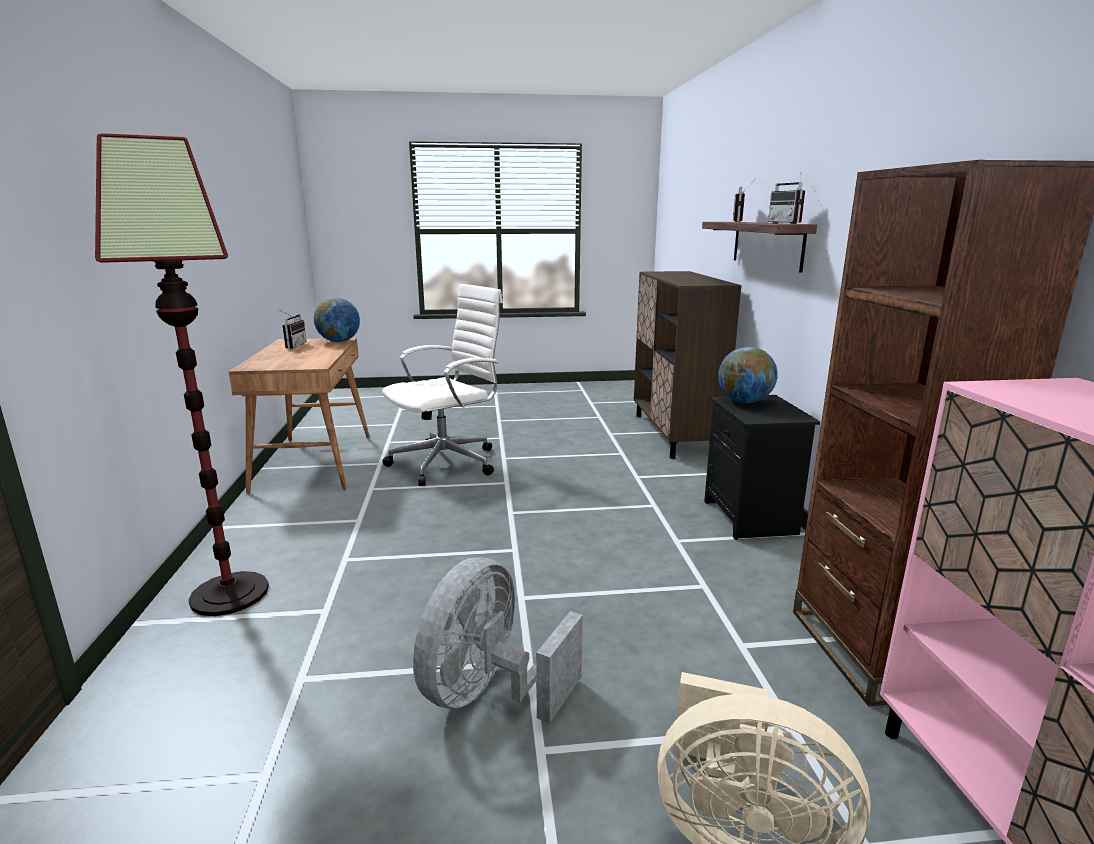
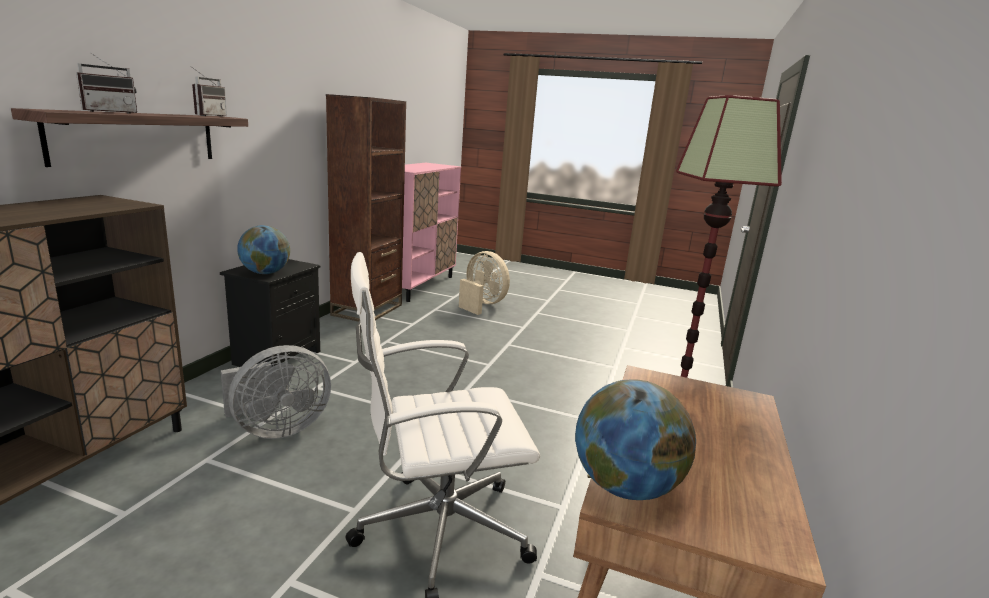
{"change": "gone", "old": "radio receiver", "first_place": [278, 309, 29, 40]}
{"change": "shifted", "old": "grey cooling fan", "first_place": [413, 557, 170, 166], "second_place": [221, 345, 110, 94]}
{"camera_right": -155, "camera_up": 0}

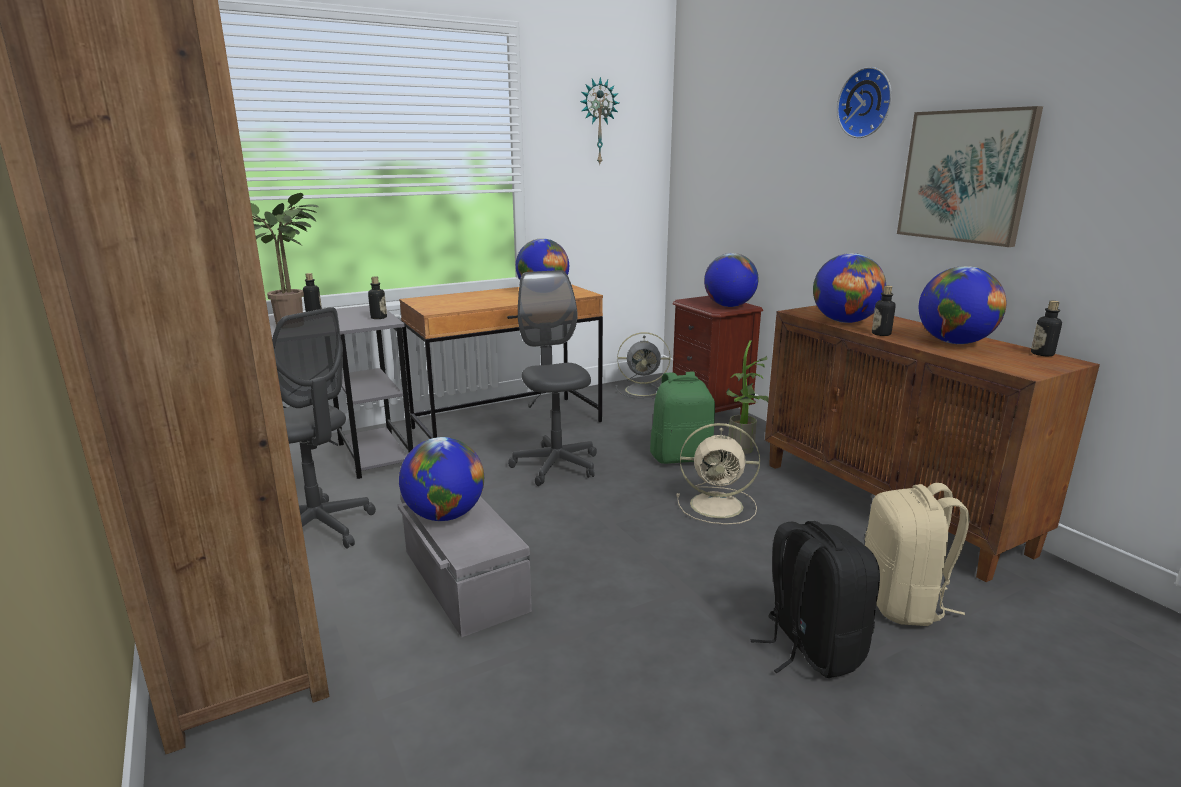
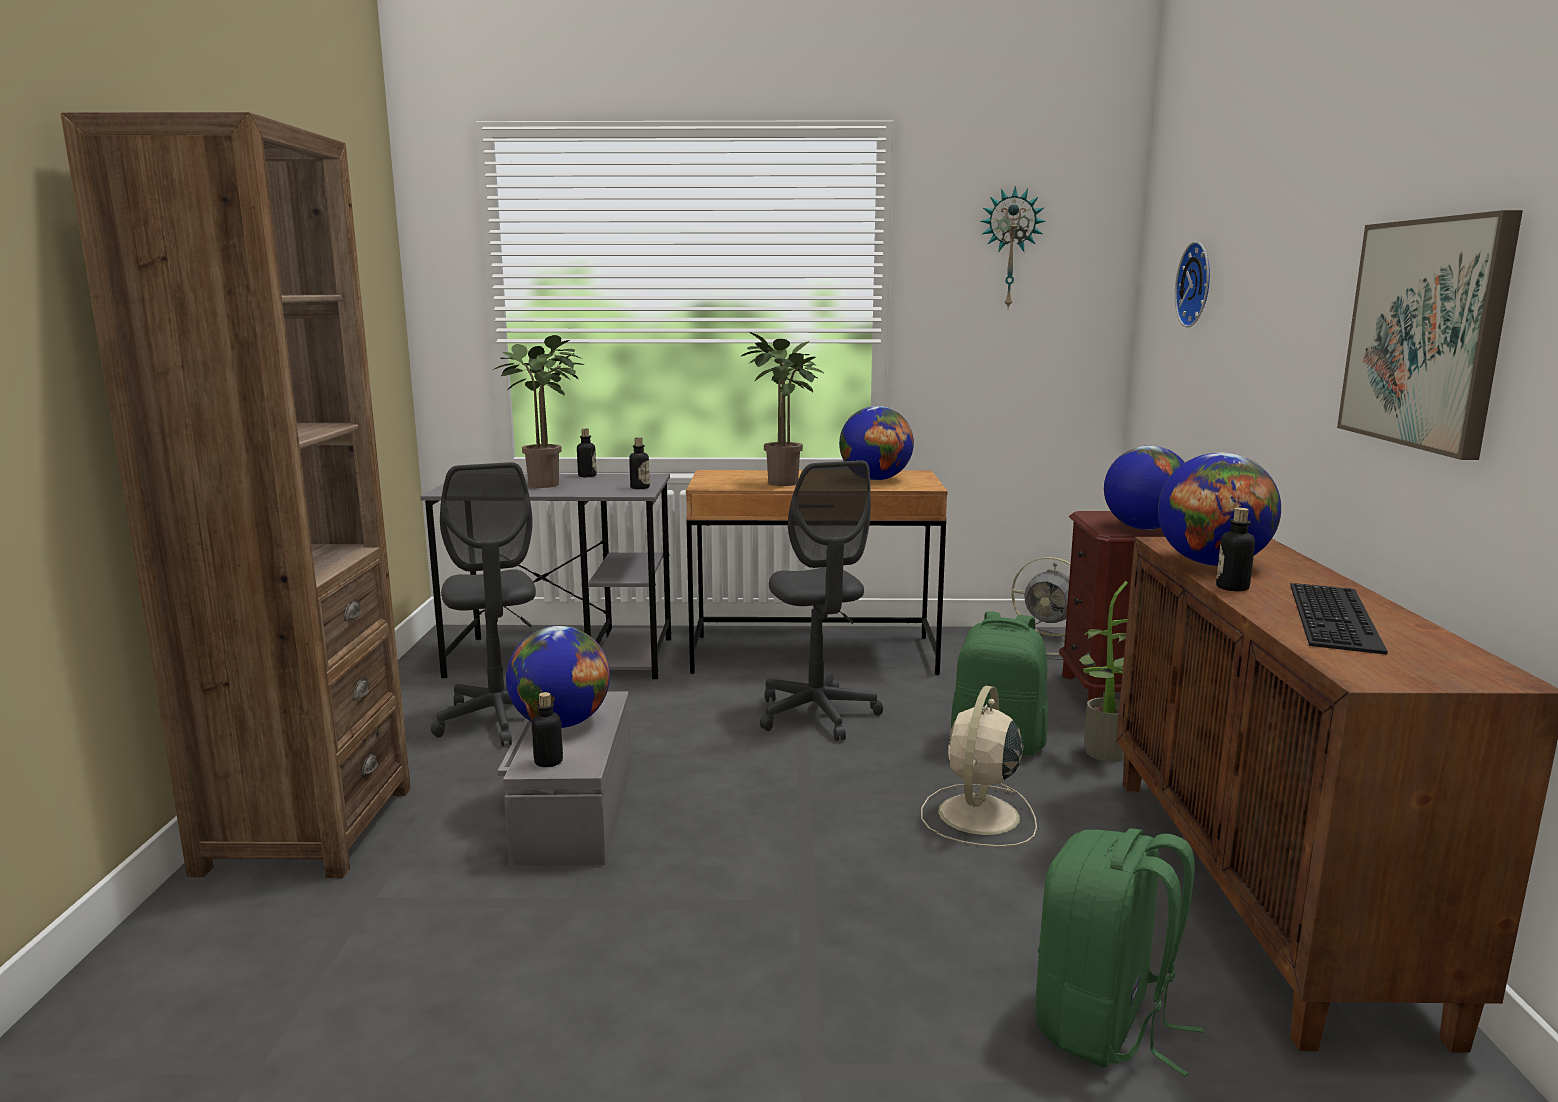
{"change": "rotated", "old": "grey computer chair", "first_place": [508, 270, 89, 216], "second_place": [760, 460, 123, 281], "degrees": 150}
{"change": "rotated", "old": "sand-coloured cooling fan", "first_place": [676, 423, 84, 102], "second_place": [921, 686, 116, 161], "degrees": 75}
{"change": "gone", "old": "black rucksack", "first_place": [750, 521, 130, 157]}
{"change": "shifted", "old": "wall clock", "first_place": [837, 67, 55, 71], "second_place": [1175, 241, 35, 86]}
{"change": "repainted", "old": "sand-coloured rucksack", "new": "green-coloured rucksack", "first_place": [865, 483, 105, 143], "second_place": [1035, 828, 168, 249]}
{"change": "swapped", "old": "world globe", "new": "PC keyboard", "first_place": [919, 266, 88, 78], "second_place": [1290, 583, 98, 72]}
{"change": "shifted", "old": "drink bottle", "first_place": [1031, 301, 31, 55], "second_place": [532, 692, 31, 75]}
{"change": "new", "new": "potted plant", "second_place": [740, 332, 85, 154]}
{"camera_right": 30, "camera_up": -5}

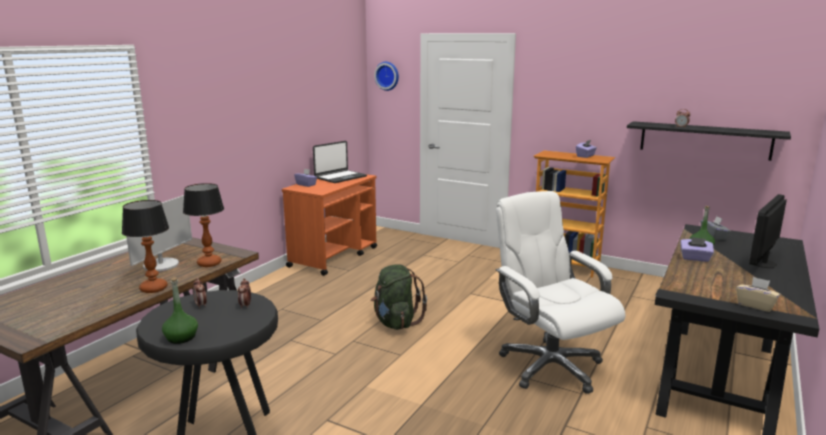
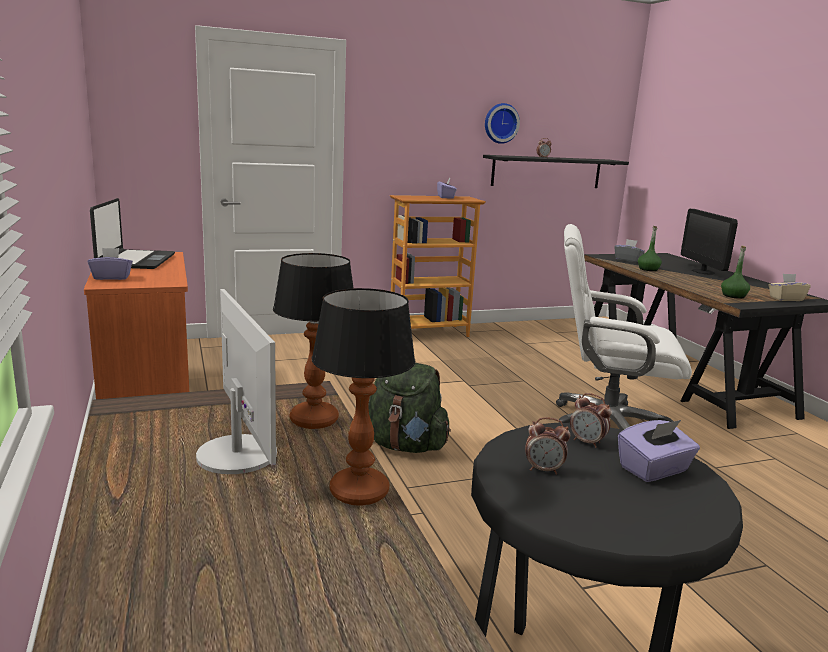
{"change": "shifted", "old": "green-coloured drink bottle", "first_place": [162, 277, 36, 67], "second_place": [721, 246, 29, 53]}
{"change": "shifted", "old": "wall clock", "first_place": [374, 62, 25, 29], "second_place": [485, 103, 35, 41]}
{"change": "shifted", "old": "purple-coloured box of tissues", "first_place": [680, 237, 34, 25], "second_place": [618, 420, 82, 62]}
{"camera_right": -50, "camera_up": 0}

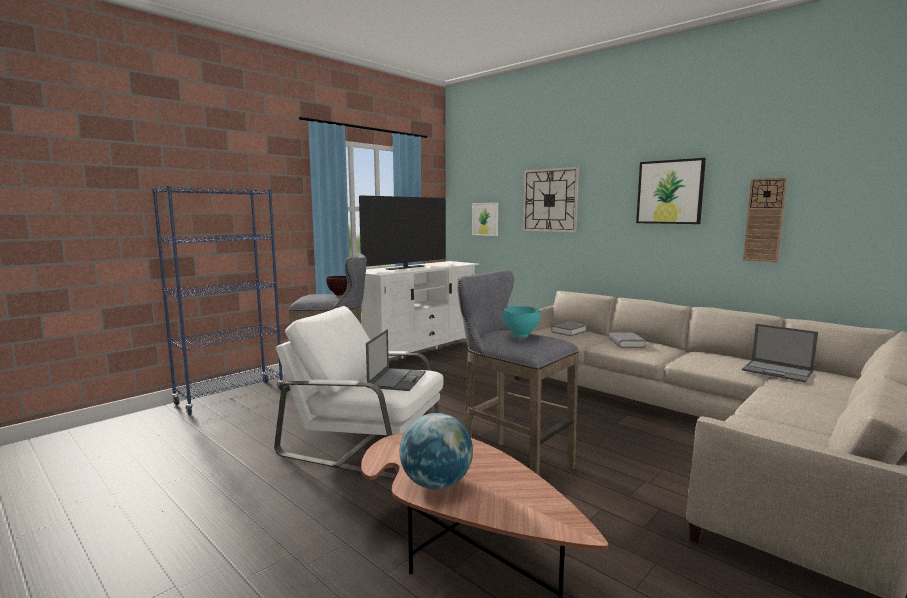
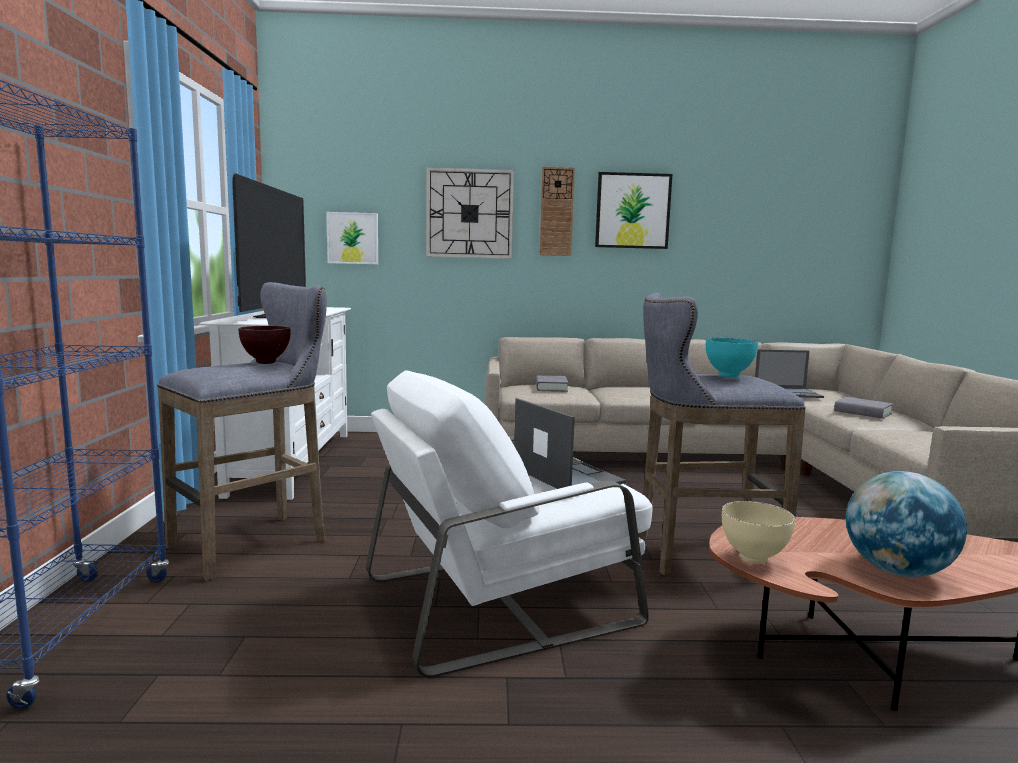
{"change": "shifted", "old": "grey volume", "first_place": [609, 332, 37, 16], "second_place": [834, 397, 59, 22]}
{"change": "shifted", "old": "wall clock", "first_place": [743, 177, 44, 85], "second_place": [539, 167, 36, 89]}
{"change": "new", "new": "sand-coloured serving bowl", "second_place": [722, 501, 73, 63]}
{"camera_right": -45, "camera_up": 0}

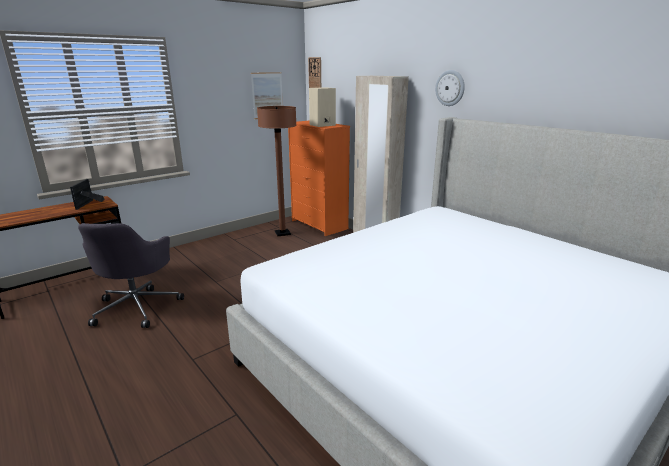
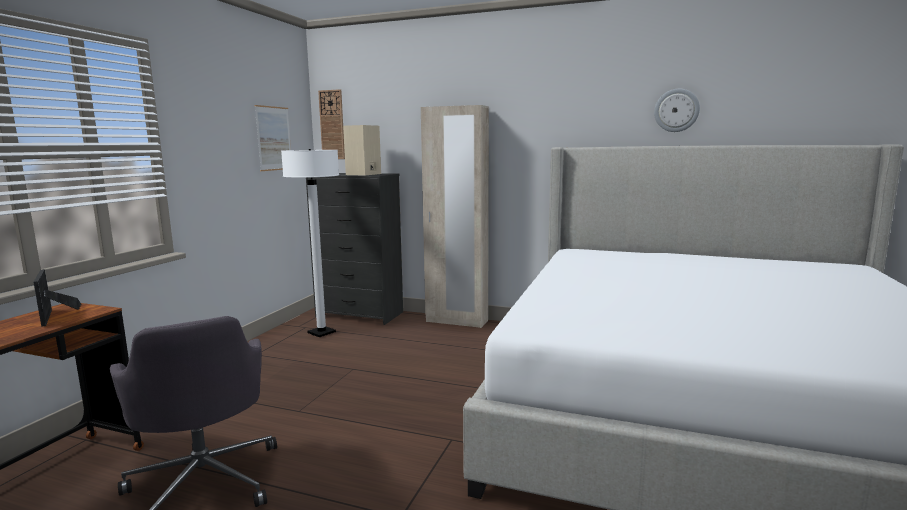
{"change": "repainted", "old": "brown-coloured standard lamp", "new": "white-coloured standard lamp", "first_place": [257, 106, 40, 130], "second_place": [281, 149, 58, 188]}
{"change": "repainted", "old": "orangey drawer chest", "new": "black drawer chest", "first_place": [288, 120, 62, 116], "second_place": [306, 173, 97, 152]}
{"change": "shifted", "old": "wall clock", "first_place": [435, 70, 30, 36], "second_place": [654, 89, 46, 43]}
{"camera_right": -30, "camera_up": -10}

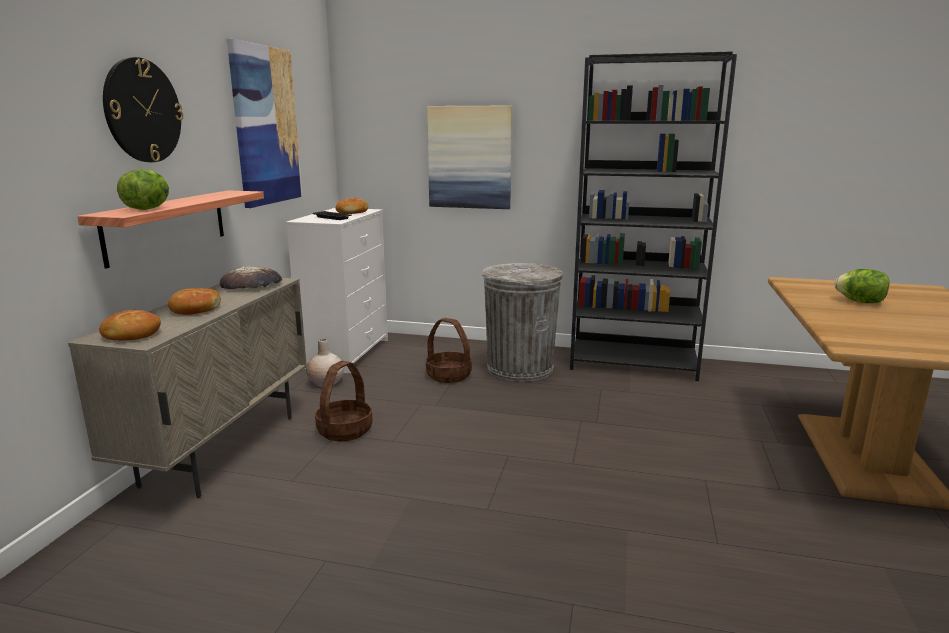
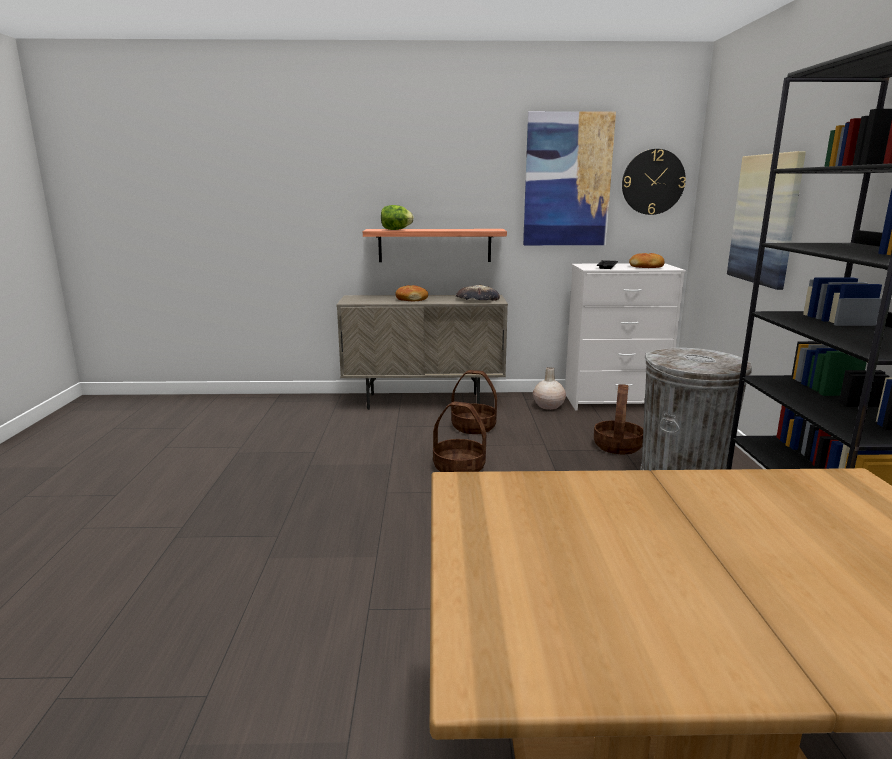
{"change": "gone", "old": "bread", "first_place": [99, 310, 62, 31]}
{"change": "shifted", "old": "wall clock", "first_place": [103, 57, 80, 105], "second_place": [622, 149, 64, 66]}
{"change": "gone", "old": "lettuce", "first_place": [835, 269, 54, 34]}
{"change": "new", "new": "storage basket", "second_place": [433, 401, 53, 71]}
{"camera_right": 75, "camera_up": 0}

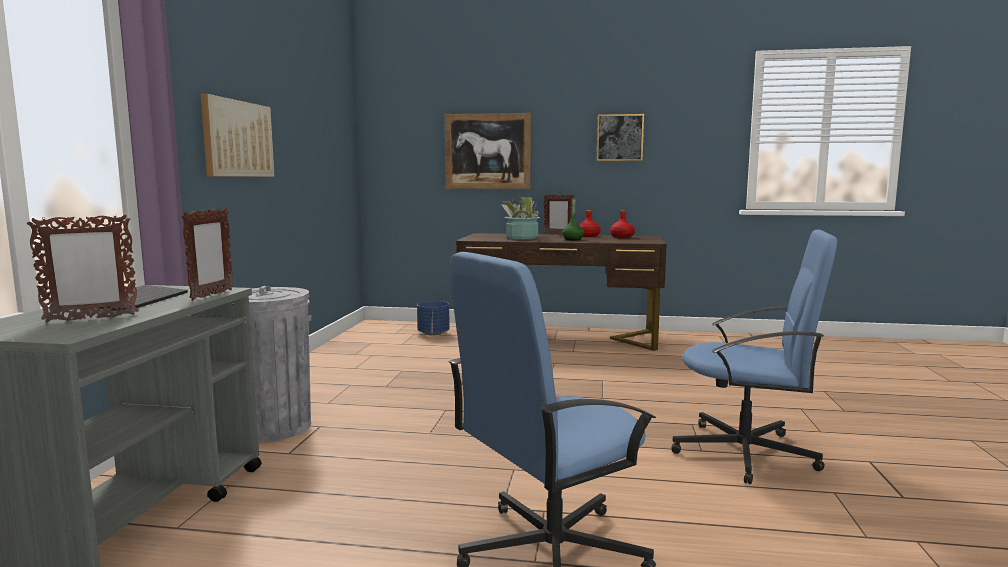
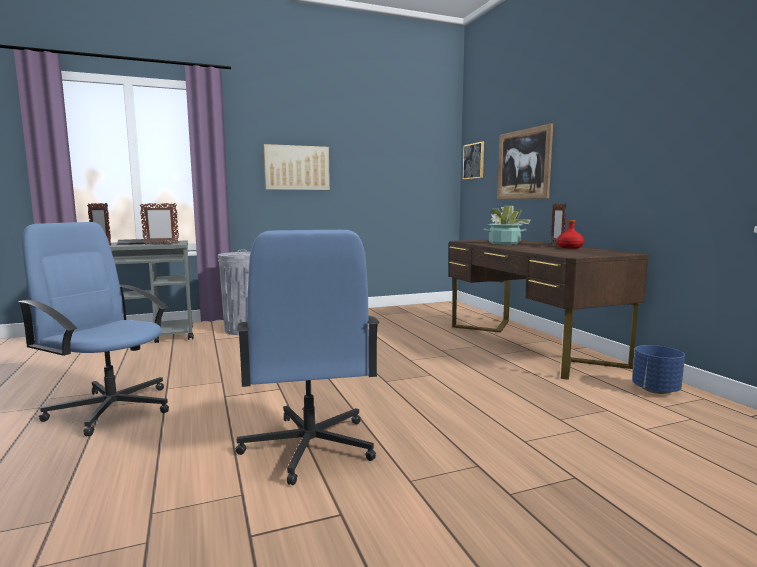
{"change": "shifted", "old": "blue-coloured planter", "first_place": [417, 301, 33, 35], "second_place": [632, 345, 53, 49]}
{"change": "gone", "old": "green-coloured drink bottle", "first_place": [562, 198, 22, 42]}
{"change": "shifted", "old": "wall art", "first_place": [597, 114, 47, 47], "second_place": [463, 142, 21, 38]}
{"change": "gone", "old": "red-coloured drink bottle", "first_place": [610, 211, 25, 27]}
{"camera_right": 60, "camera_up": 0}

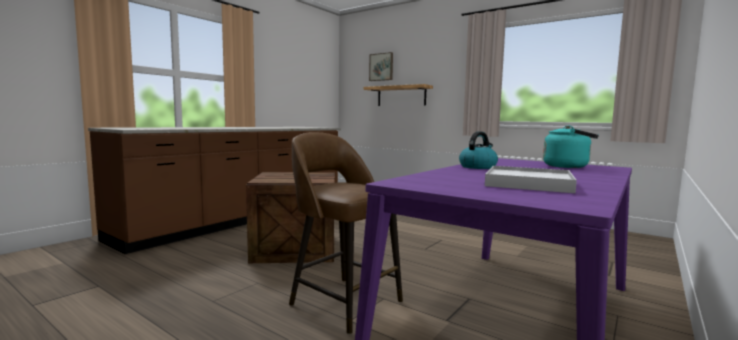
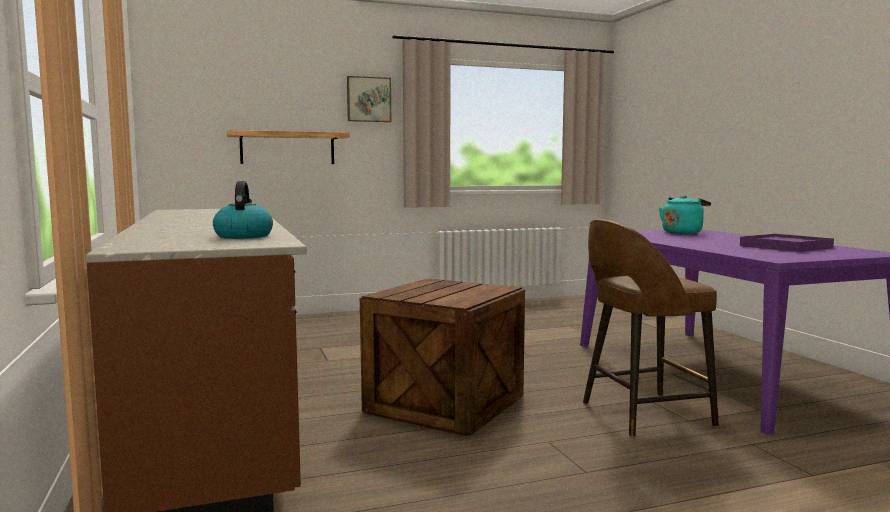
{"change": "shifted", "old": "wall art", "first_place": [369, 52, 24, 29], "second_place": [347, 76, 44, 46]}
{"change": "shifted", "old": "kettle", "first_place": [459, 131, 39, 38], "second_place": [213, 181, 60, 58]}
{"change": "repainted", "old": "white-coloured tray", "new": "purple-coloured tray", "first_place": [485, 166, 92, 27], "second_place": [740, 234, 94, 18]}
{"camera_right": -55, "camera_up": 0}

